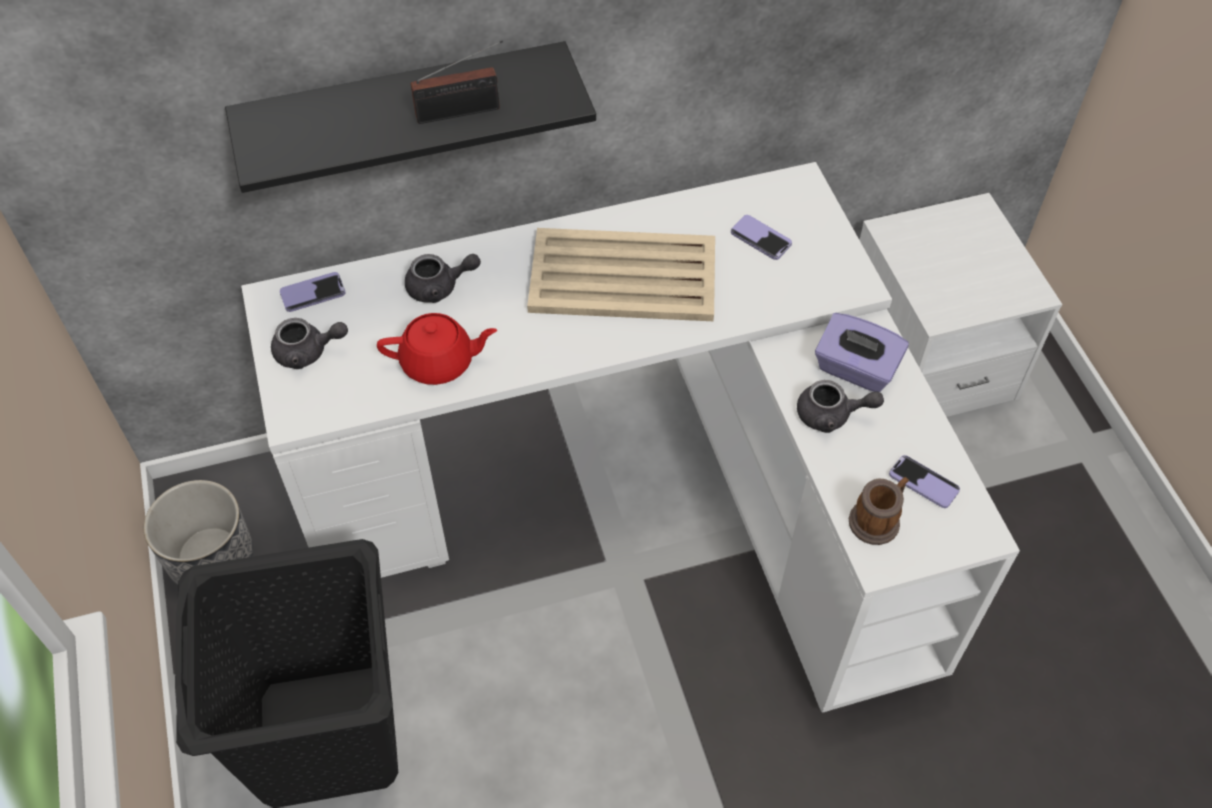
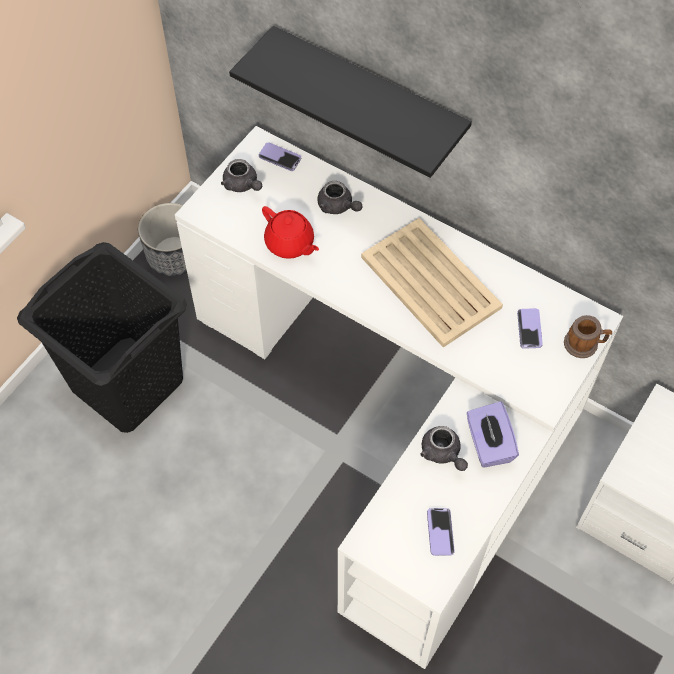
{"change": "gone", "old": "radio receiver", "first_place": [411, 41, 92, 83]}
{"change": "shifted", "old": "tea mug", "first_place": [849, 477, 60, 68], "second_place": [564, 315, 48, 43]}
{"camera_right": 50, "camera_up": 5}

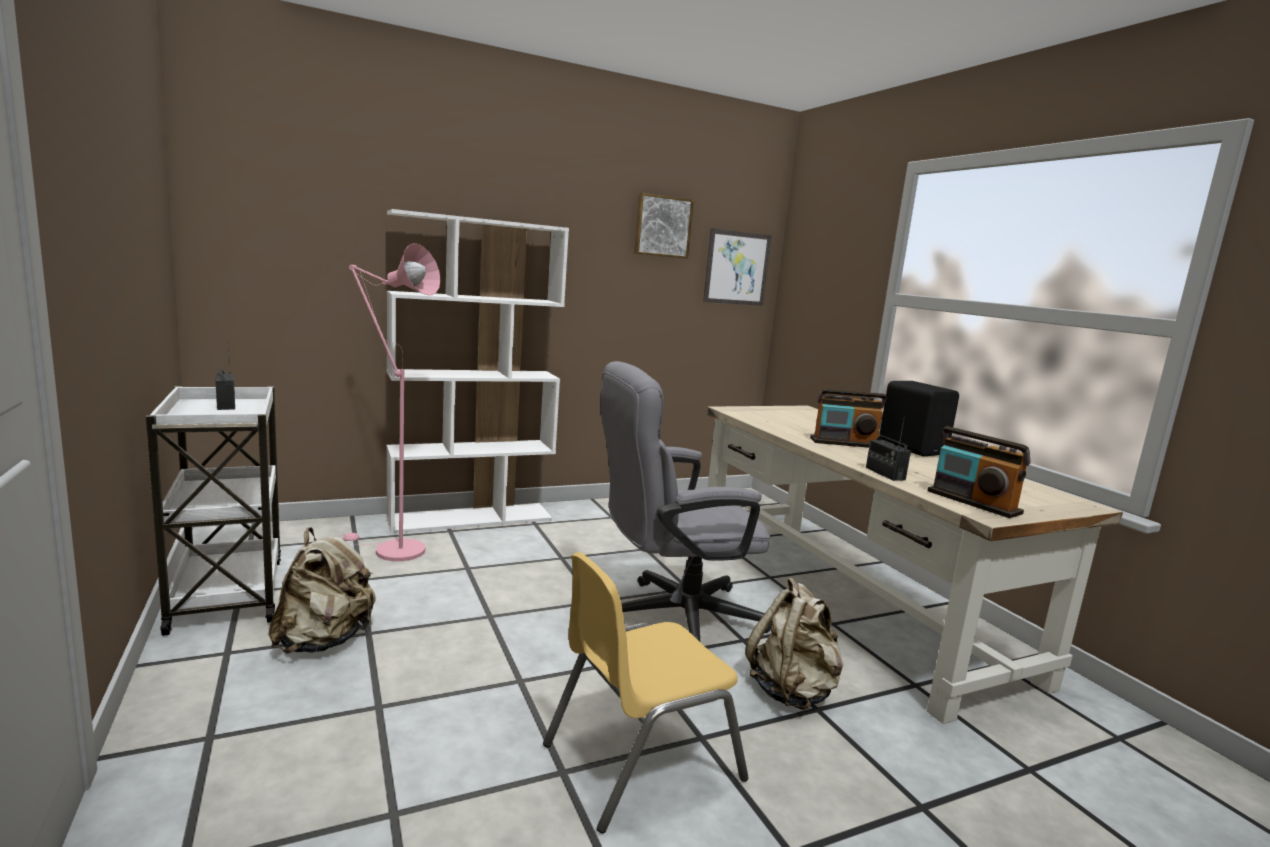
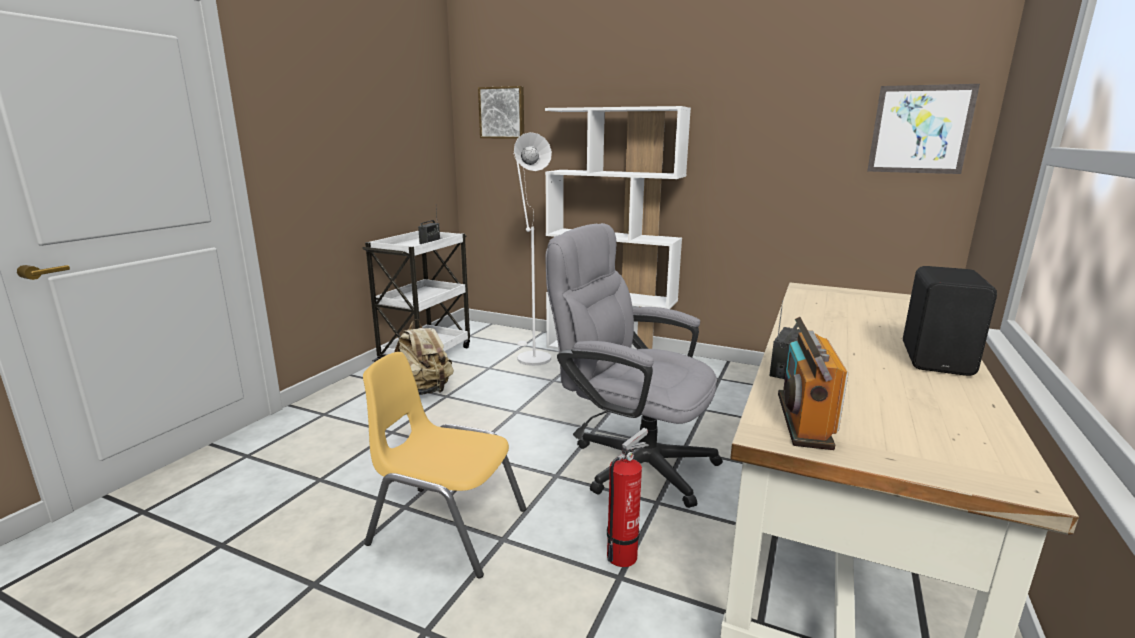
{"change": "repainted", "old": "pink standard lamp", "new": "white-coloured standard lamp", "first_place": [339, 243, 102, 318], "second_place": [513, 132, 39, 234]}
{"change": "shifted", "old": "wall art", "first_place": [634, 193, 60, 66], "second_place": [478, 86, 46, 53]}
{"change": "swapped", "old": "sand-coloured rucksack", "new": "fire extinguisher", "first_place": [745, 577, 99, 133], "second_place": [607, 428, 42, 139]}
{"change": "gone", "old": "radio receiver", "first_place": [810, 389, 77, 59]}
{"camera_right": 50, "camera_up": 5}

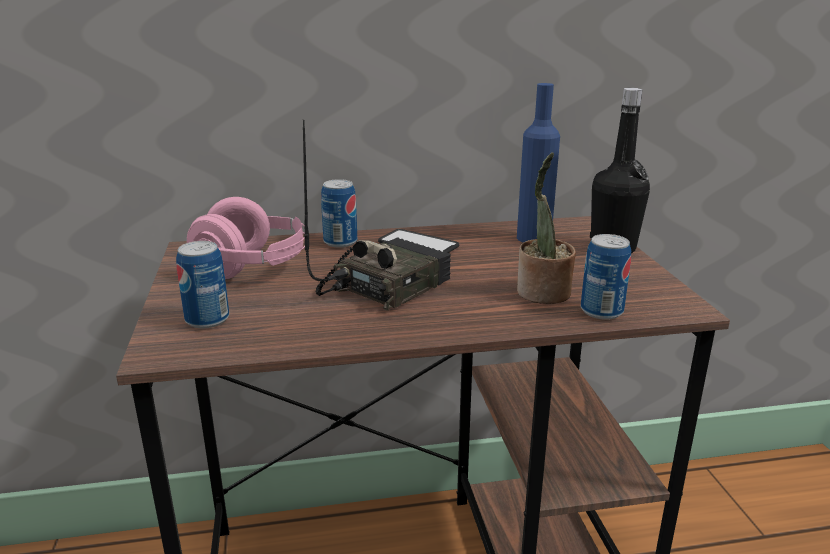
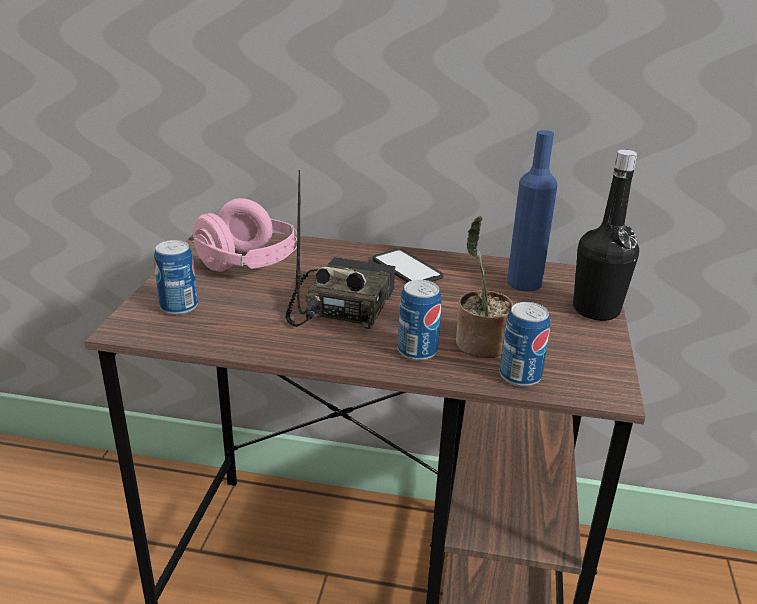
{"change": "rotated", "old": "radio receiver", "first_place": [303, 120, 148, 191], "second_place": [285, 170, 110, 159], "degrees": -45}
{"change": "shifted", "old": "can", "first_place": [321, 179, 36, 69], "second_place": [398, 280, 44, 81]}
{"camera_right": 20, "camera_up": 5}

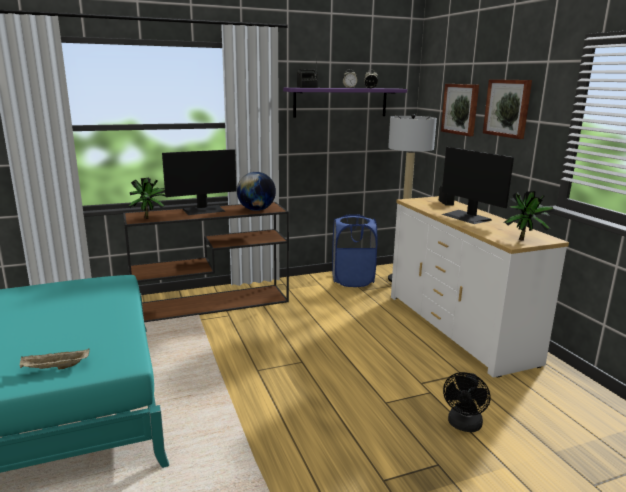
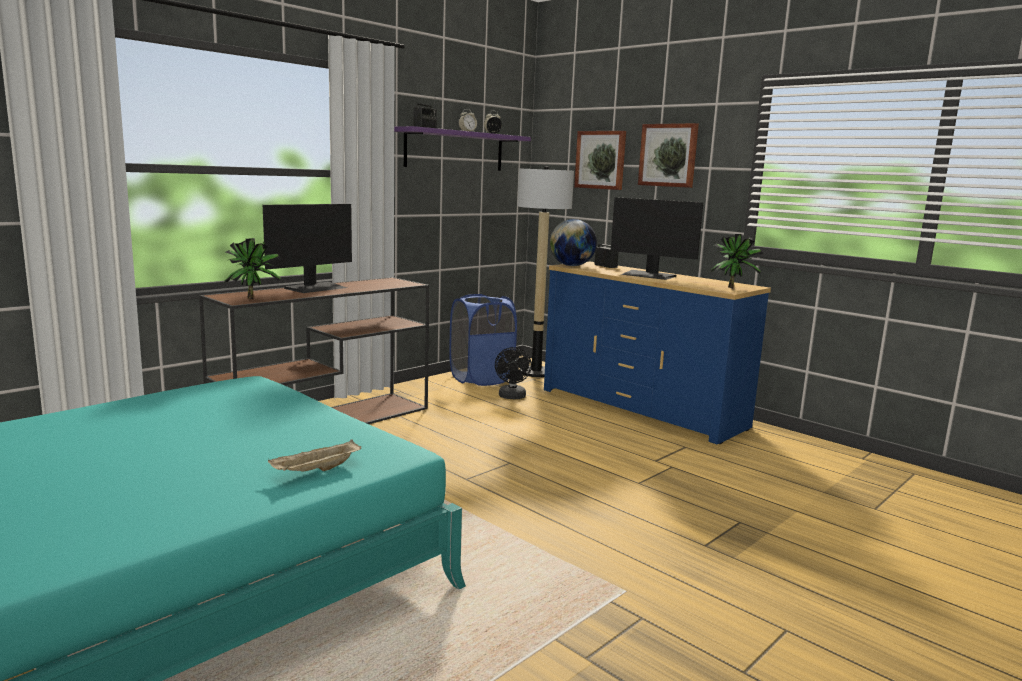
{"change": "shifted", "old": "world globe", "first_place": [237, 172, 39, 39], "second_place": [550, 219, 47, 47]}
{"change": "repainted", "old": "white-coloured drawer chest", "new": "blue-coloured drawer chest", "first_place": [391, 196, 178, 182], "second_place": [544, 262, 227, 182]}
{"change": "shifted", "old": "black cooling fan", "first_place": [443, 372, 48, 60], "second_place": [495, 347, 37, 52]}
{"camera_right": -25, "camera_up": -5}

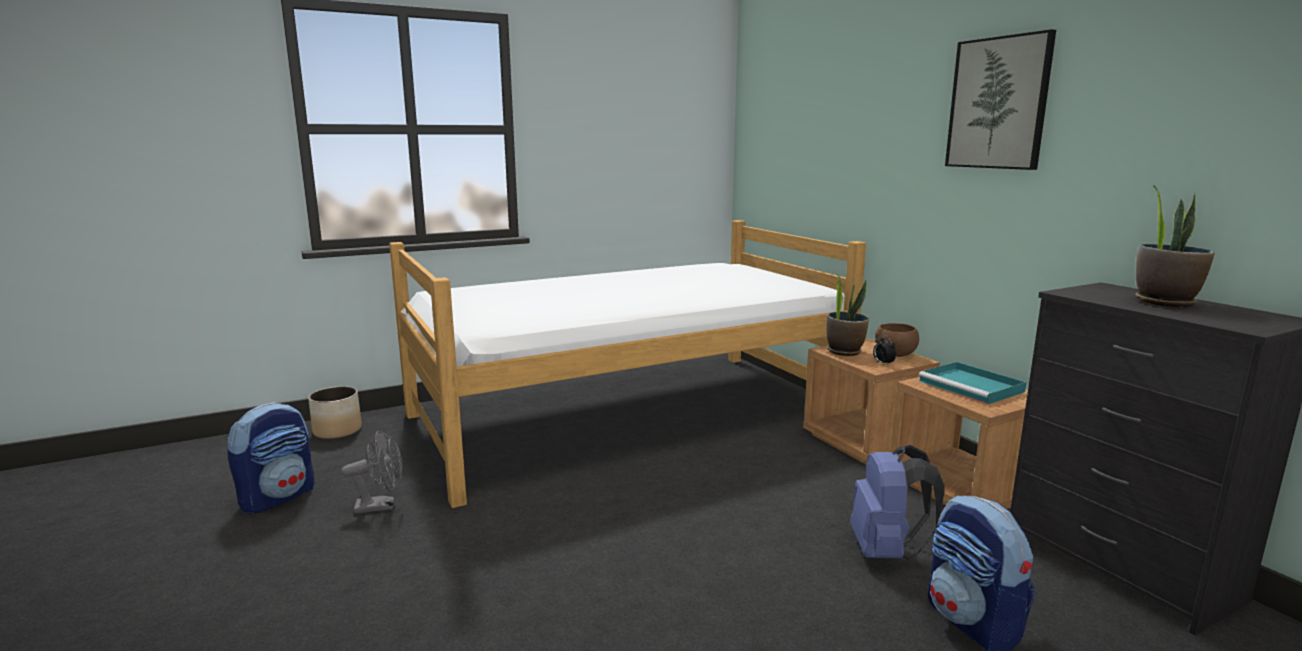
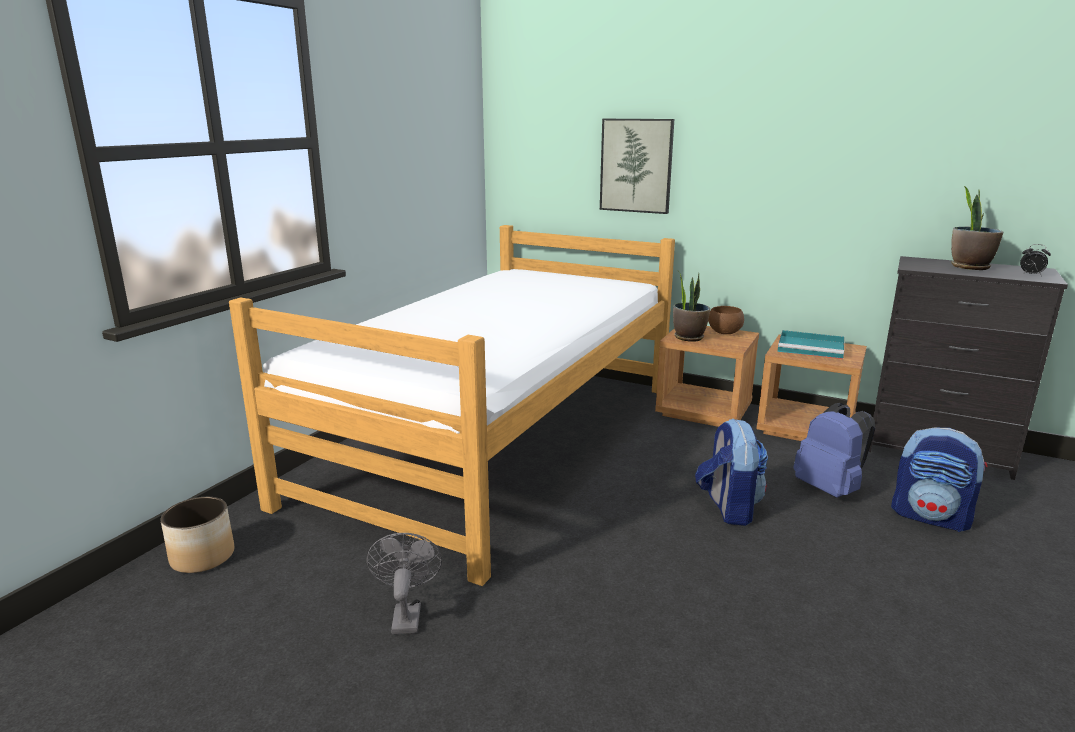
{"change": "shifted", "old": "rucksack", "first_place": [227, 402, 87, 111], "second_place": [695, 418, 73, 108]}
{"change": "rotated", "old": "grey cooling fan", "first_place": [341, 431, 62, 83], "second_place": [367, 533, 75, 101], "degrees": -45}
{"change": "shifted", "old": "bedside clock", "first_place": [873, 334, 23, 31], "second_place": [1020, 244, 31, 31]}
{"change": "shifted", "old": "wall art", "first_place": [945, 29, 111, 141], "second_place": [600, 119, 74, 95]}
{"camera_right": -35, "camera_up": 5}

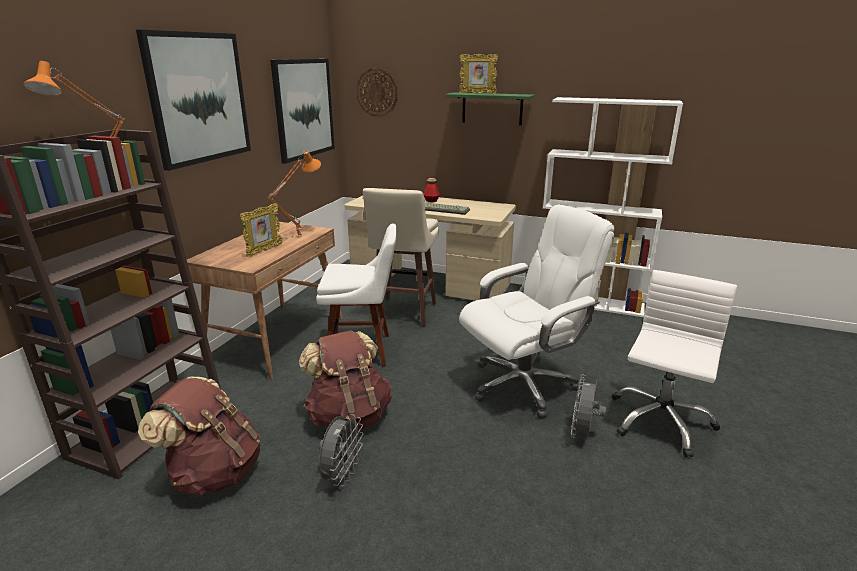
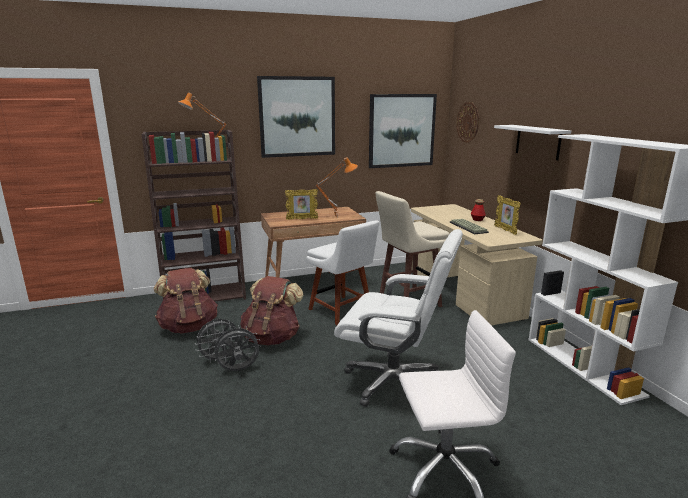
{"change": "repainted", "old": "green-coloured shelf", "new": "white-coloured shelf", "first_place": [445, 92, 90, 33], "second_place": [494, 125, 77, 35]}
{"change": "shifted", "old": "photo frame", "first_place": [459, 54, 39, 40], "second_place": [494, 195, 27, 40]}
{"change": "shifted", "old": "grey cooling fan", "first_place": [571, 375, 35, 63], "second_place": [211, 325, 50, 46]}
{"camera_right": 50, "camera_up": -5}

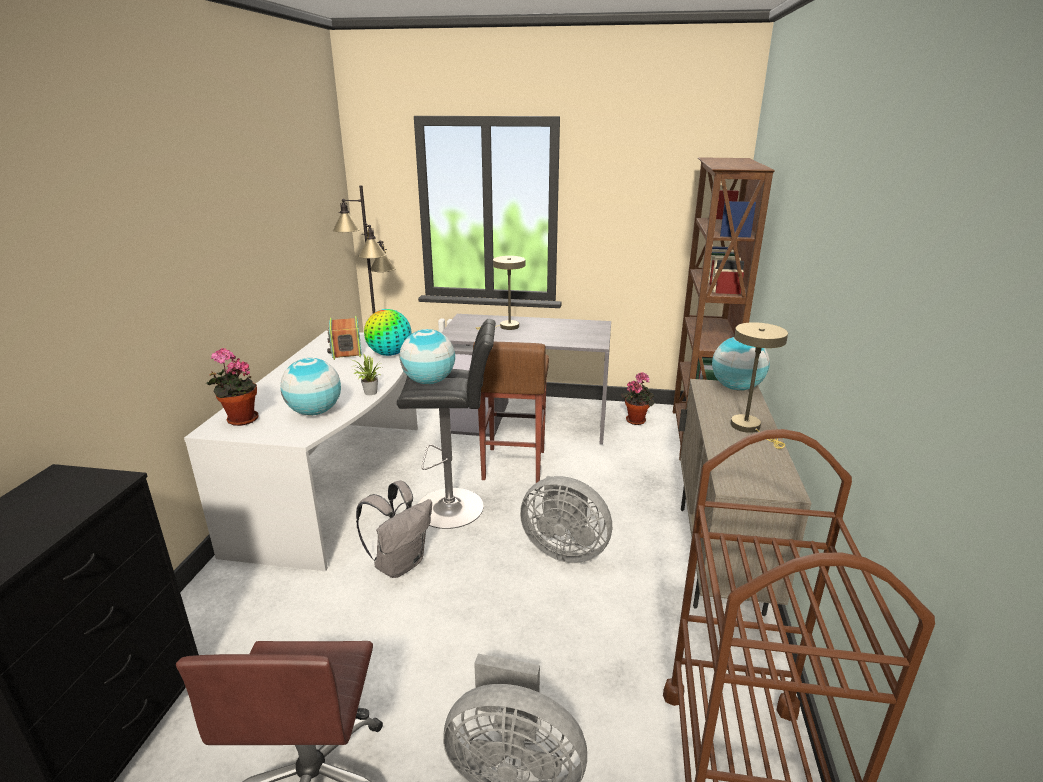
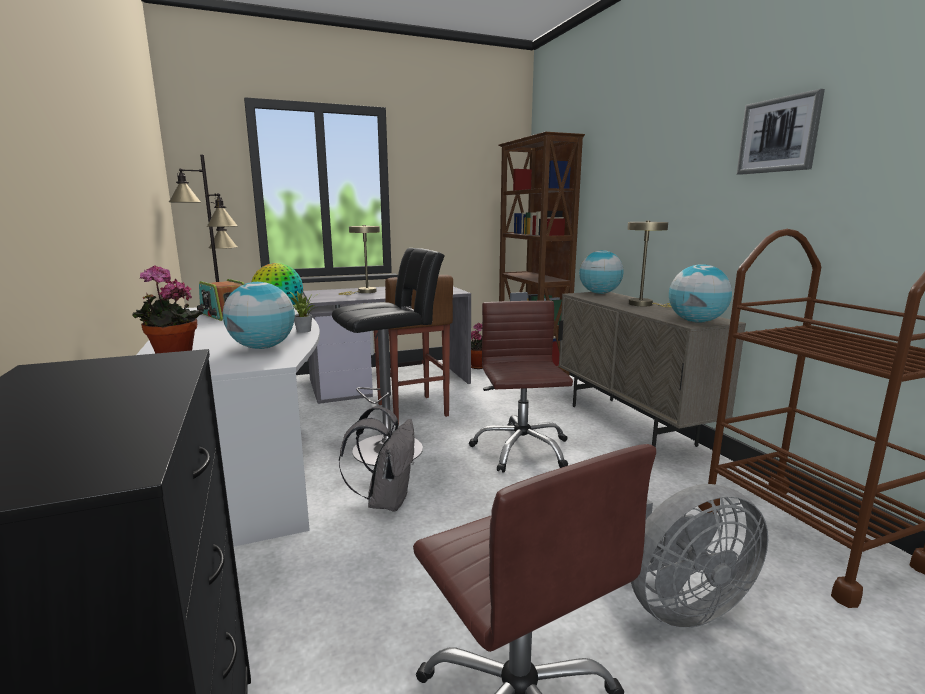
{"change": "shifted", "old": "world globe", "first_place": [400, 329, 55, 55], "second_place": [669, 264, 63, 59]}
{"change": "swapped", "old": "grey cooling fan", "new": "brown-coloured computer chair", "first_place": [520, 476, 92, 87], "second_place": [469, 301, 104, 172]}
{"change": "new", "new": "wall art", "second_place": [737, 89, 88, 86]}
{"camera_right": -30, "camera_up": -10}

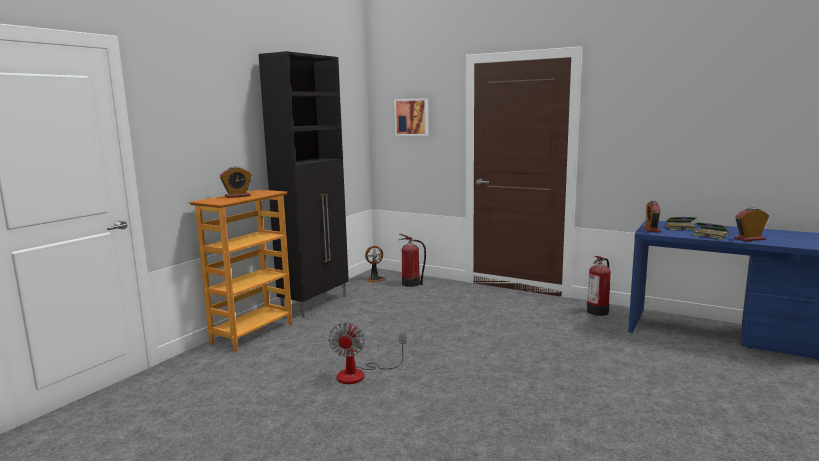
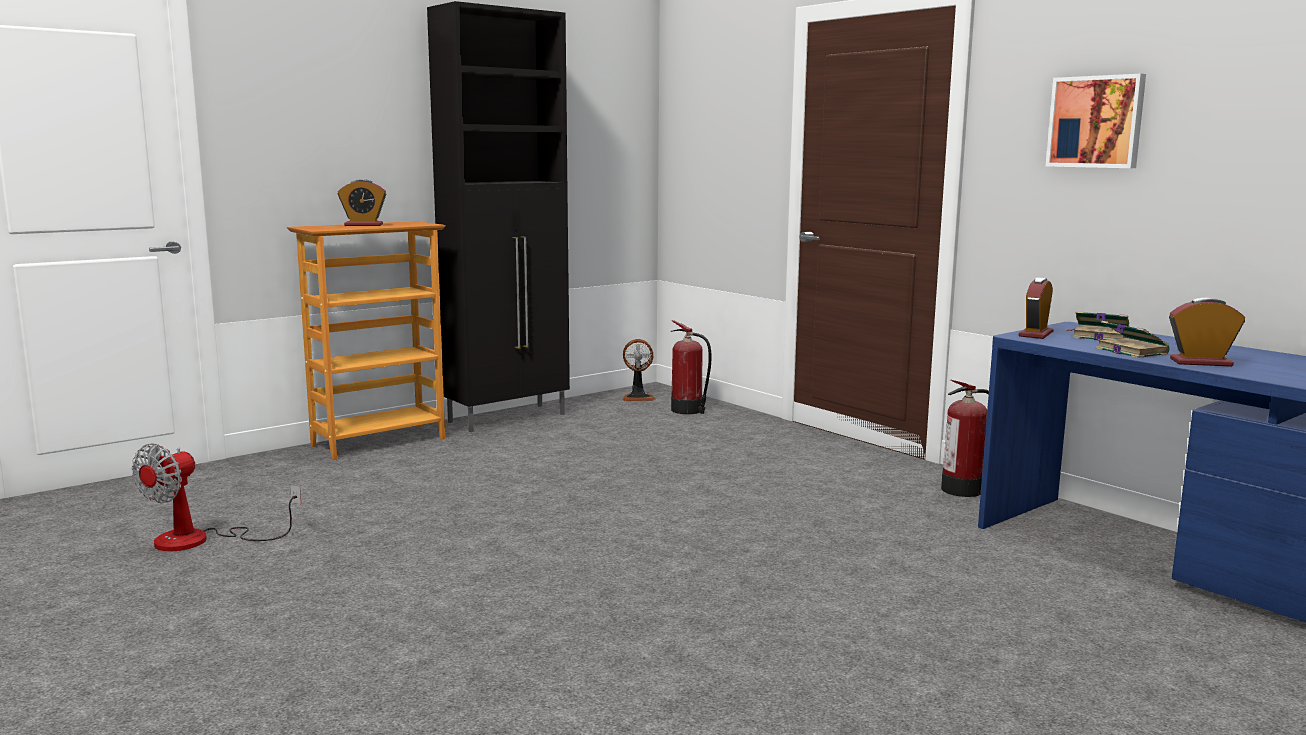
{"change": "shifted", "old": "cooling fan", "first_place": [328, 323, 78, 61], "second_place": [131, 443, 170, 108]}
{"change": "shifted", "old": "wall art", "first_place": [394, 98, 34, 38], "second_place": [1046, 74, 100, 94]}
{"camera_right": 20, "camera_up": 0}

